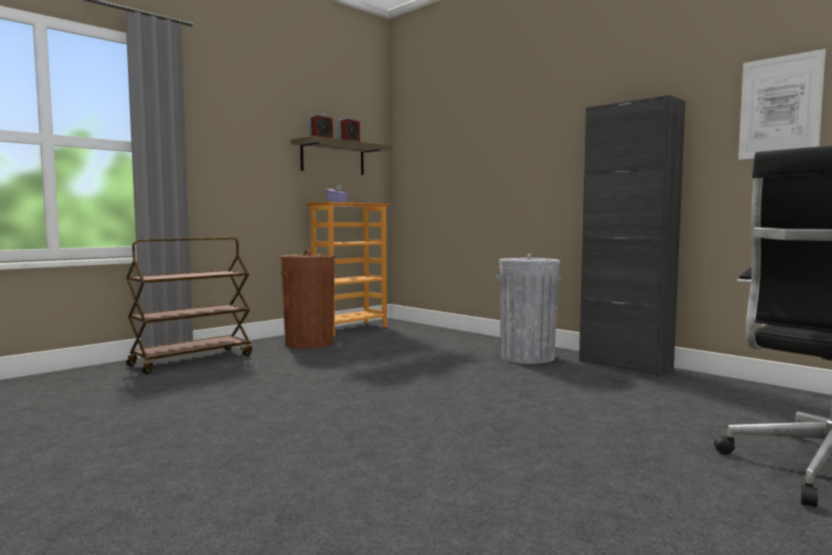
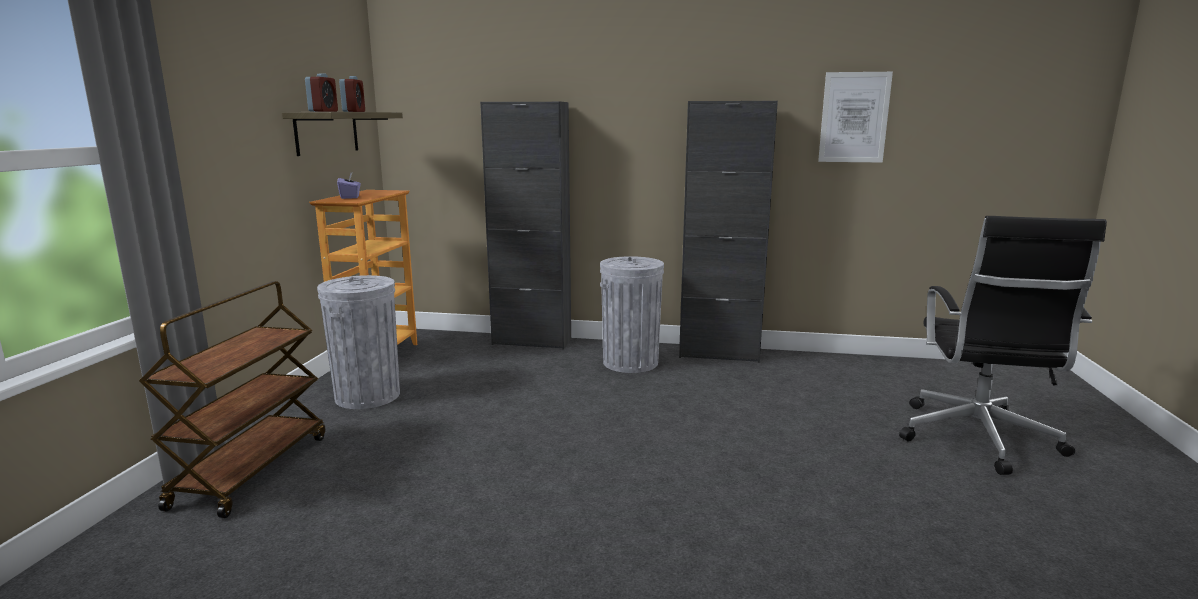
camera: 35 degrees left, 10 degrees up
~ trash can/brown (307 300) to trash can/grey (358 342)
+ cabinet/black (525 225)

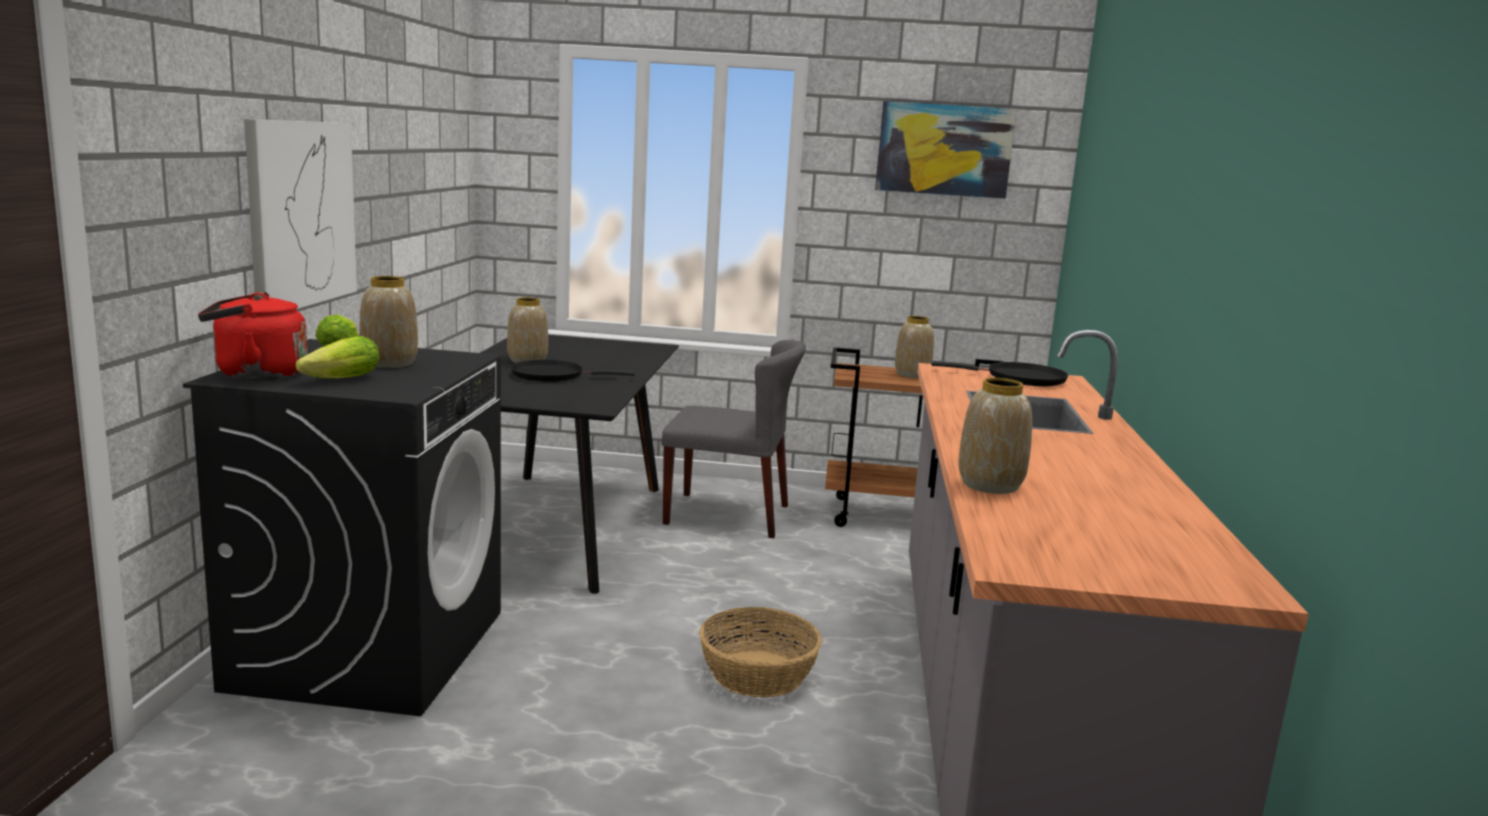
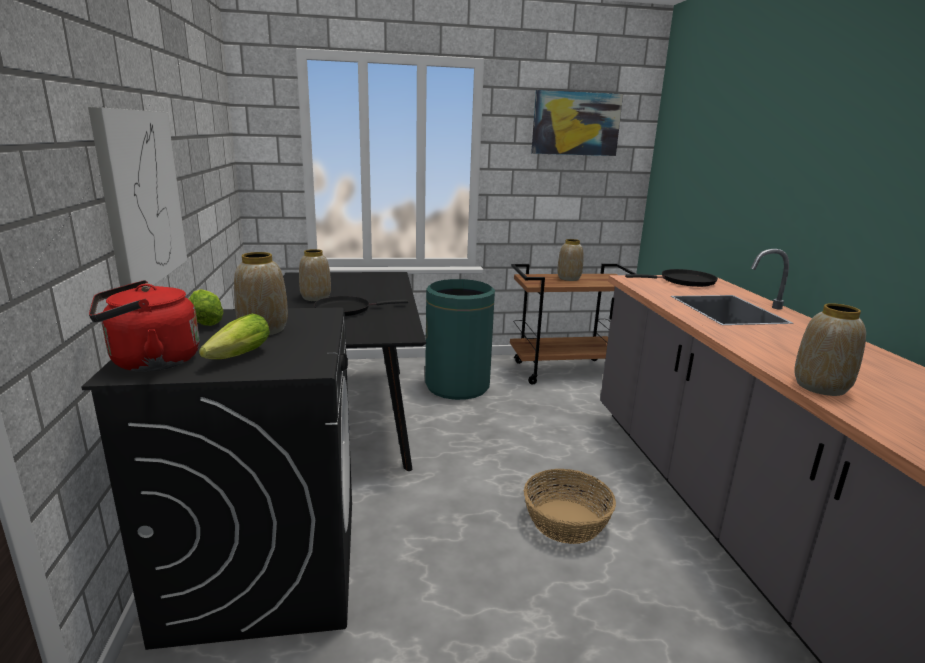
camera: 15 degrees left, 5 degrees up
~ chair/grey (734 439) to trash can/green (460 339)

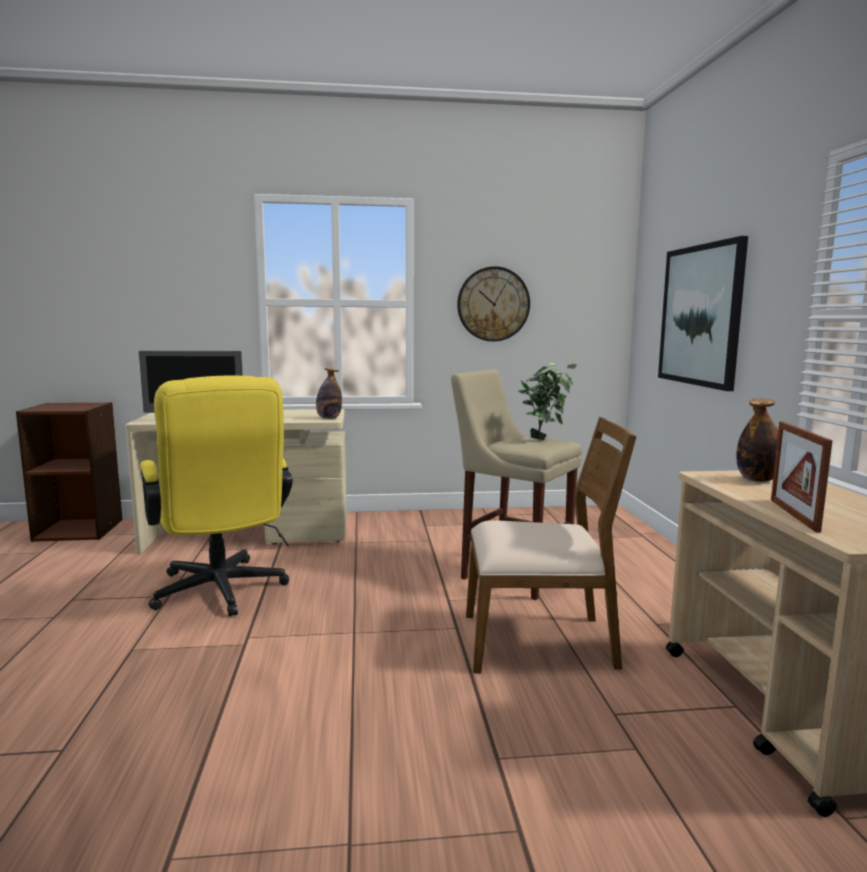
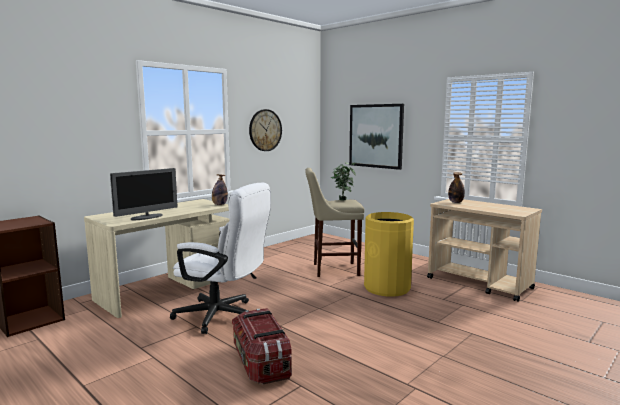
camera: 40 degrees left, 0 degrees up
~ office chair/yellow (216 496) to office chair/white (220 258)
+ storage box (262 346)
~ chair/brown (551 545) to trash can/yellow (389 254)
- picture frame (802 477)

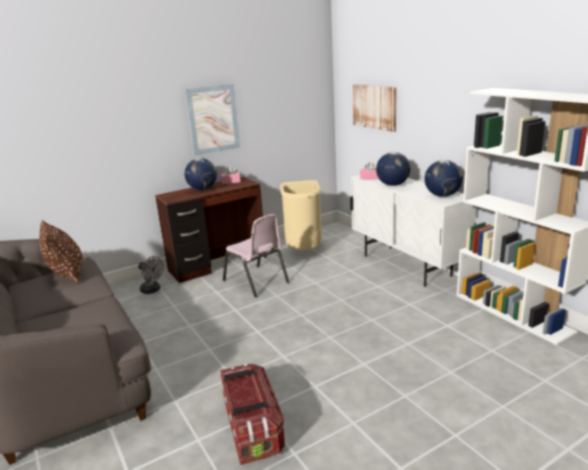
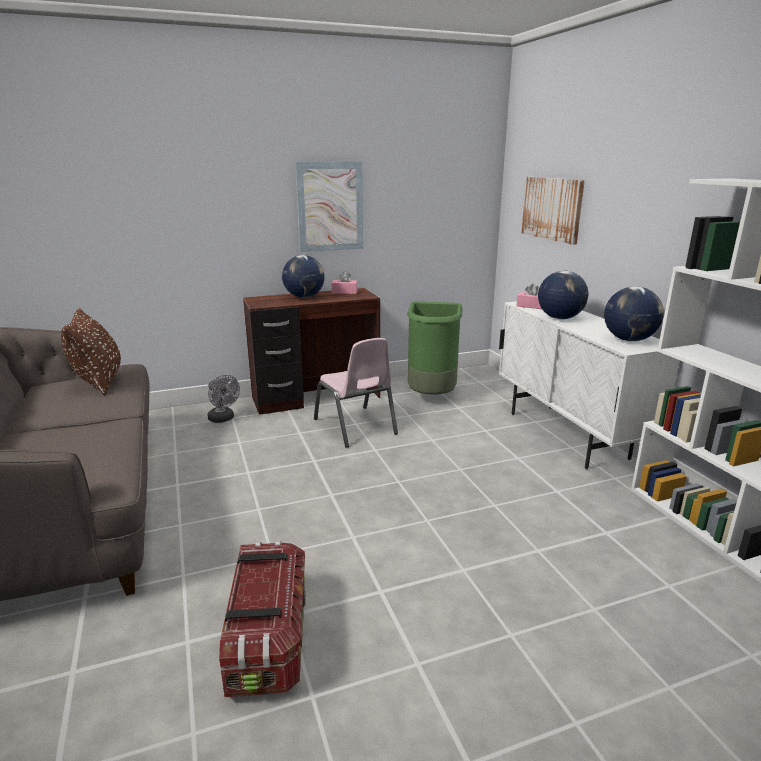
camera: 10 degrees right, 0 degrees up
~ trash can/beige (301 215) to trash can/green (434 348)

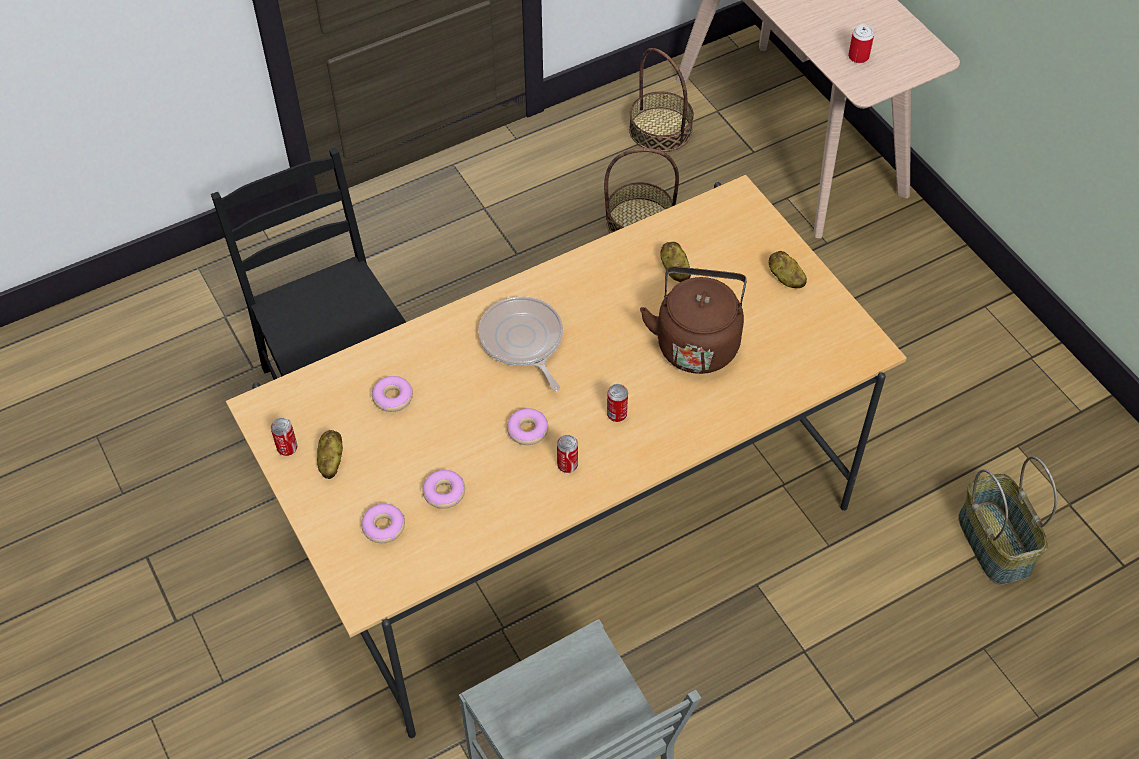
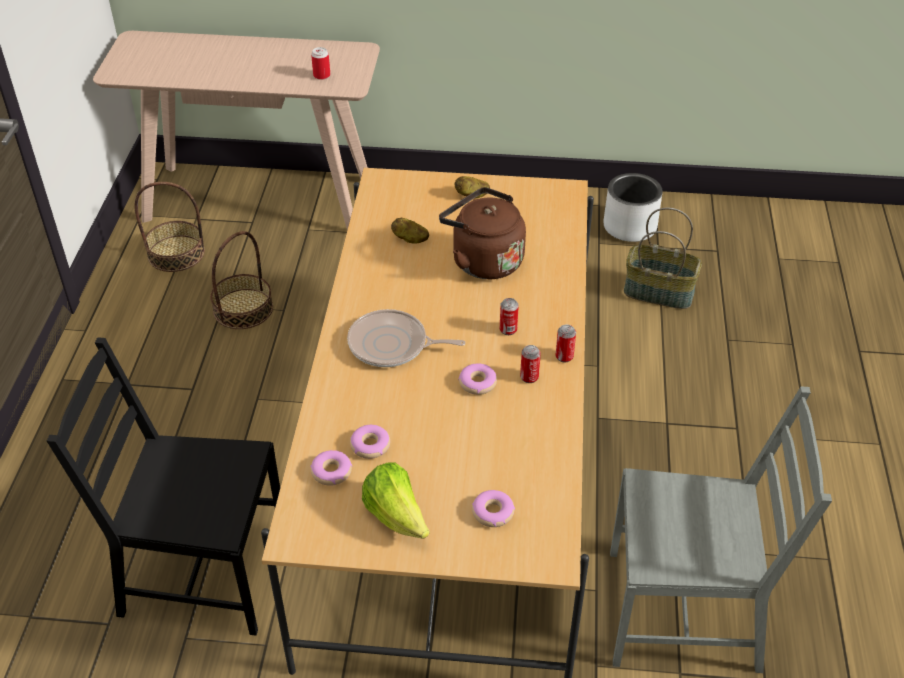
camera: 55 degrees left, 10 degrees down
~ donut (443 489) to (331 468)
~ potato (330 454) to lettuce (396 500)
~ can (284 437) to (565 343)
+ planter/grey (633 207)

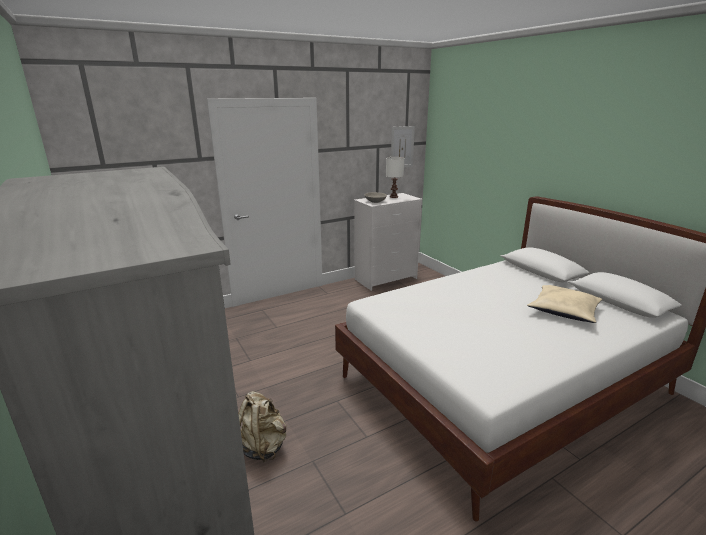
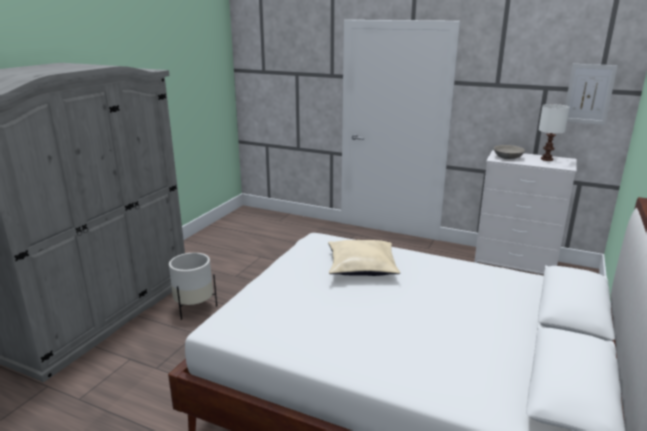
camera: 55 degrees right, 0 degrees up
~ backpack/beige (262 427) to planter/white (193 286)
~ pillow/beige (564 304) to (364 258)

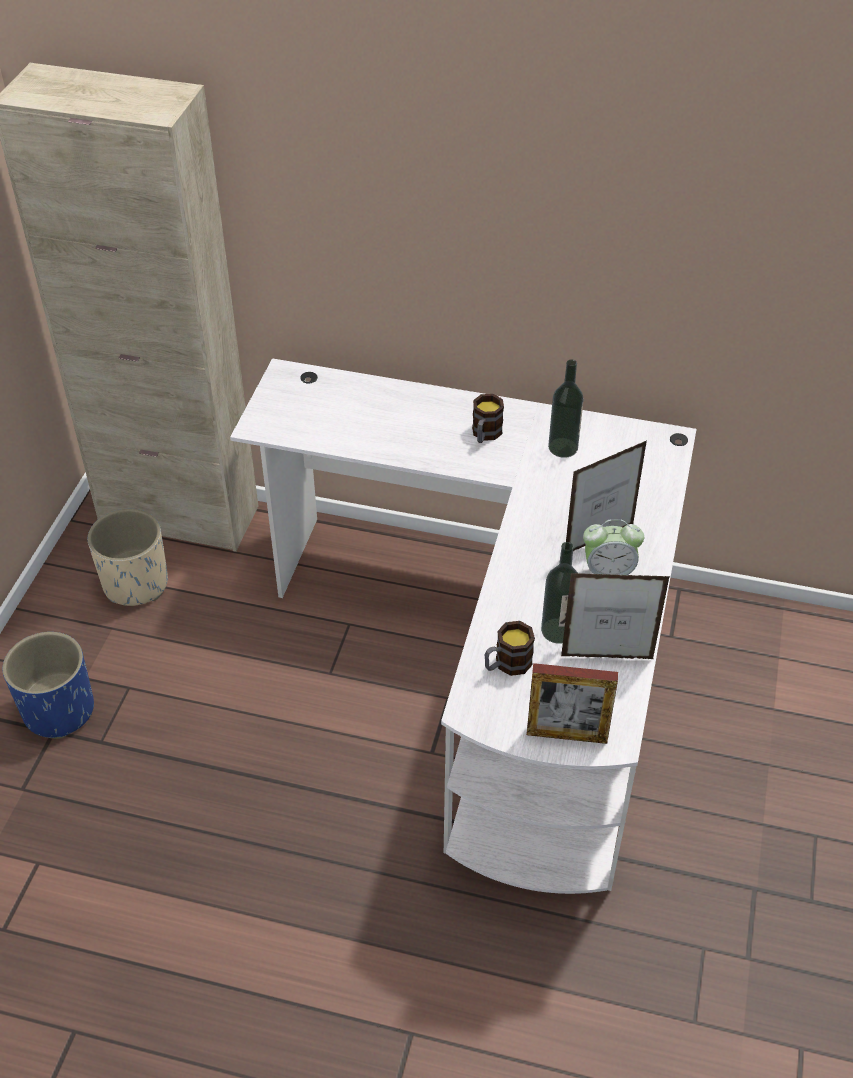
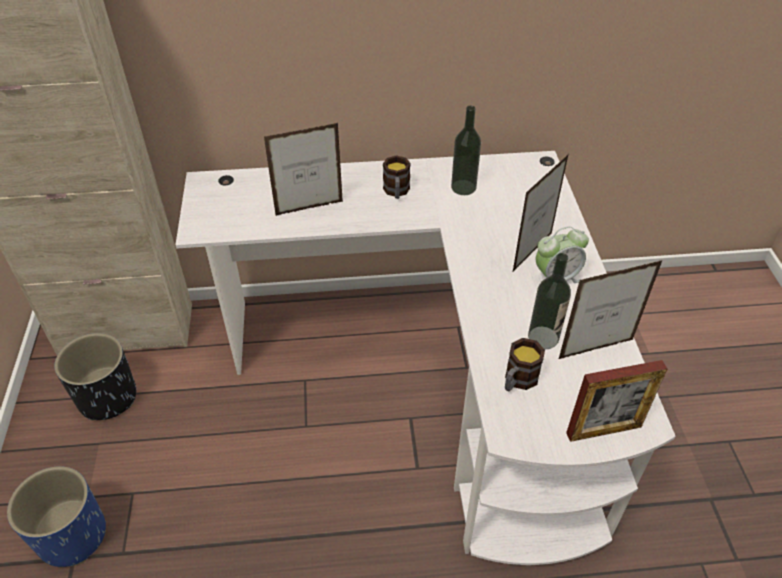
camera: 20 degrees left, 0 degrees up
~ planter/beige (128 557) to planter/black (95 377)
+ picture frame (303 169)

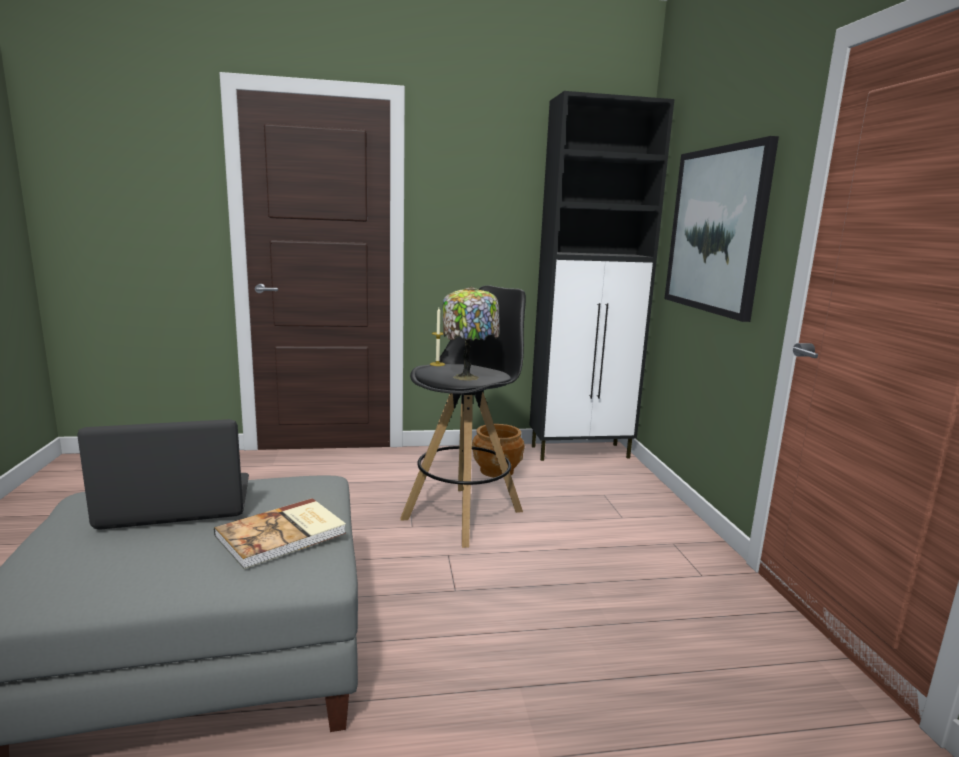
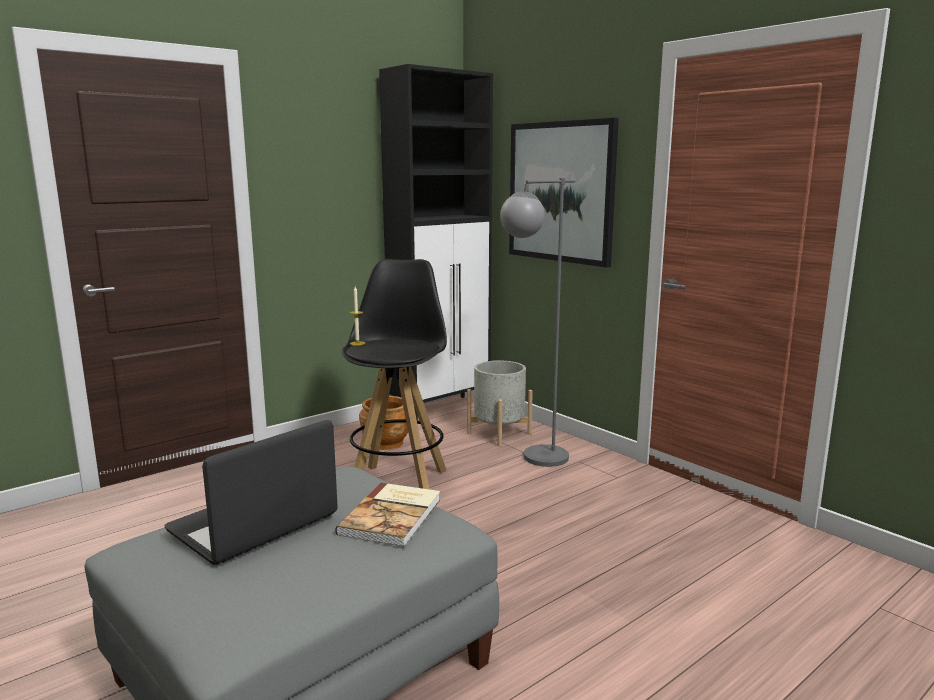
camera: 30 degrees left, 0 degrees up
+ planter/grey (500 403)
+ floor lamp/grey (538 322)
- table lamp (471 334)

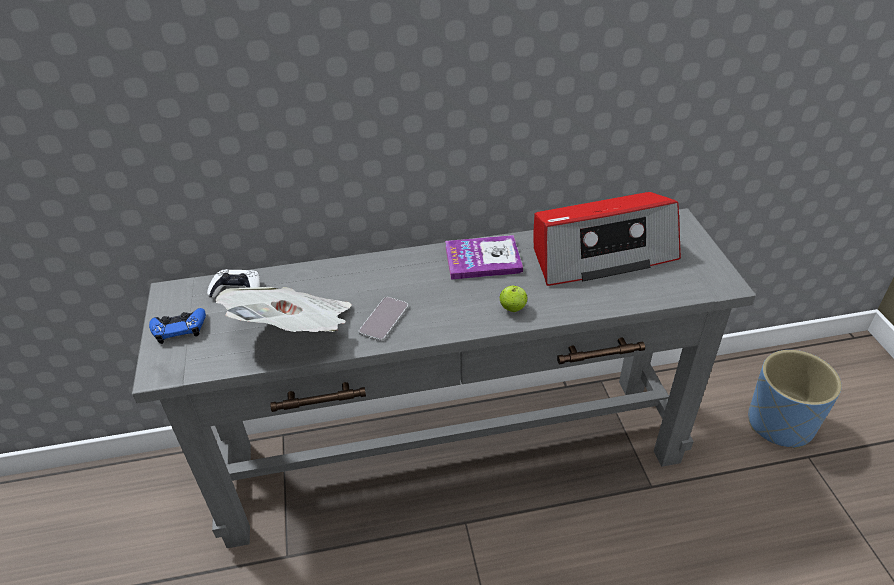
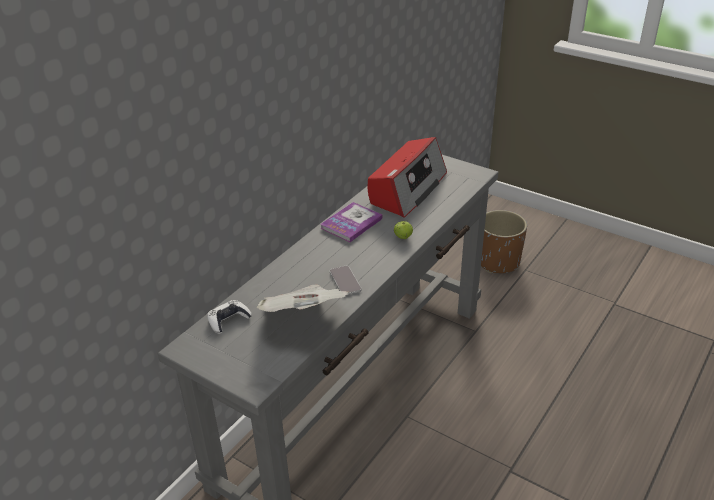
camera: 45 degrees left, 5 degrees down
~ planter/blue (795 399) to planter/brown (504 241)
- game controller/blue (177 326)

